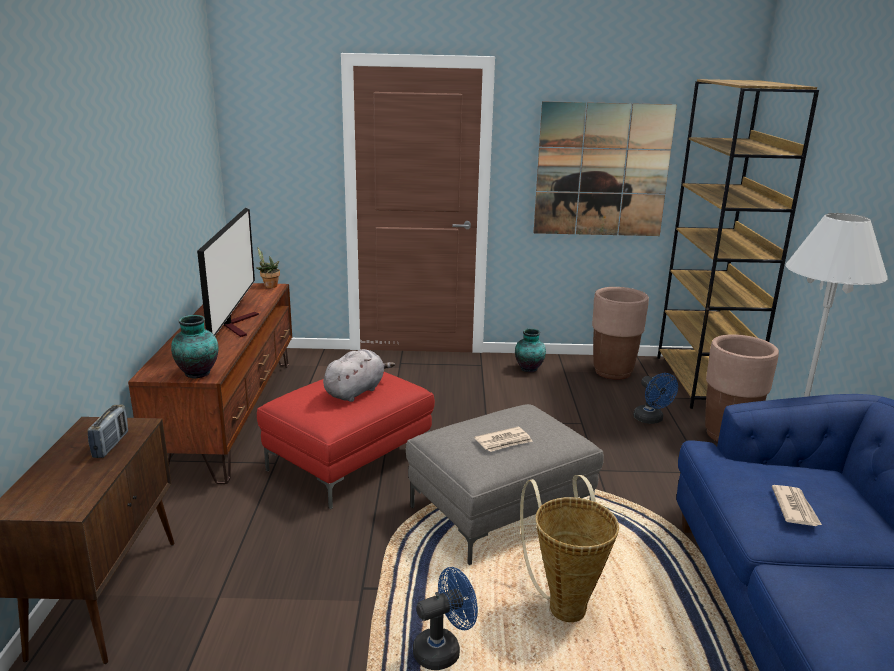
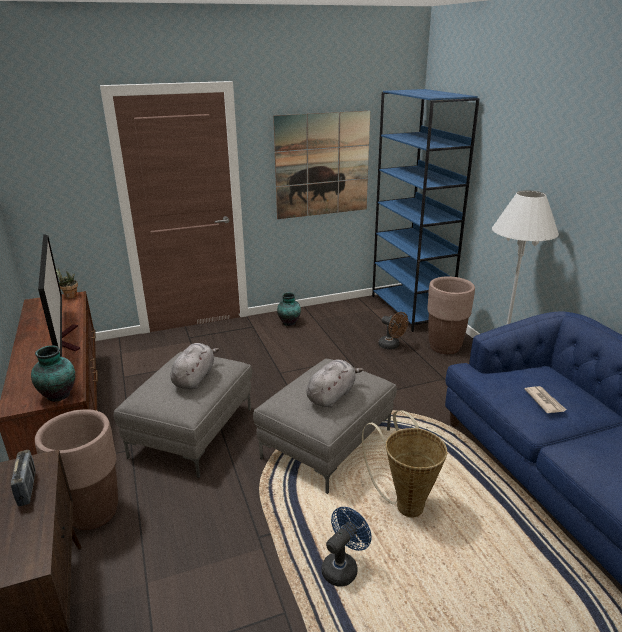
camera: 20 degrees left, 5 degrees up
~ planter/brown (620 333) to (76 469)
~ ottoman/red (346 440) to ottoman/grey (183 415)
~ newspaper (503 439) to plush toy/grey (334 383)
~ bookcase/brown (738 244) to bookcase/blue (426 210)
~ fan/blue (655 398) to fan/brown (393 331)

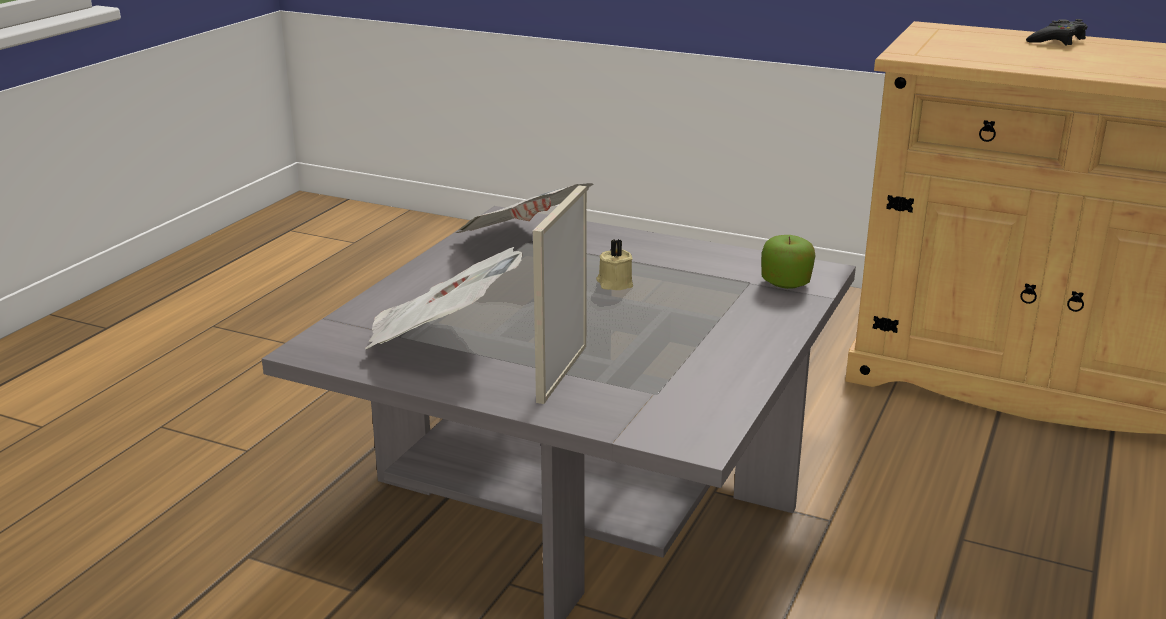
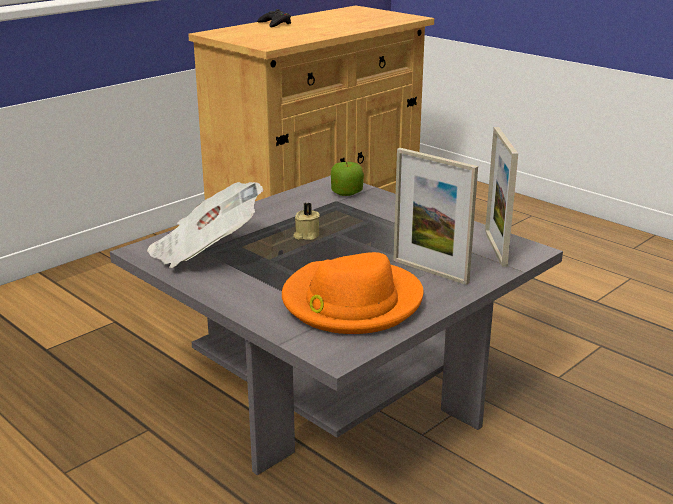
camera: 70 degrees left, 0 degrees up
~ newspaper (444 298) to hat/orange (353 293)
+ picture frame (501 197)

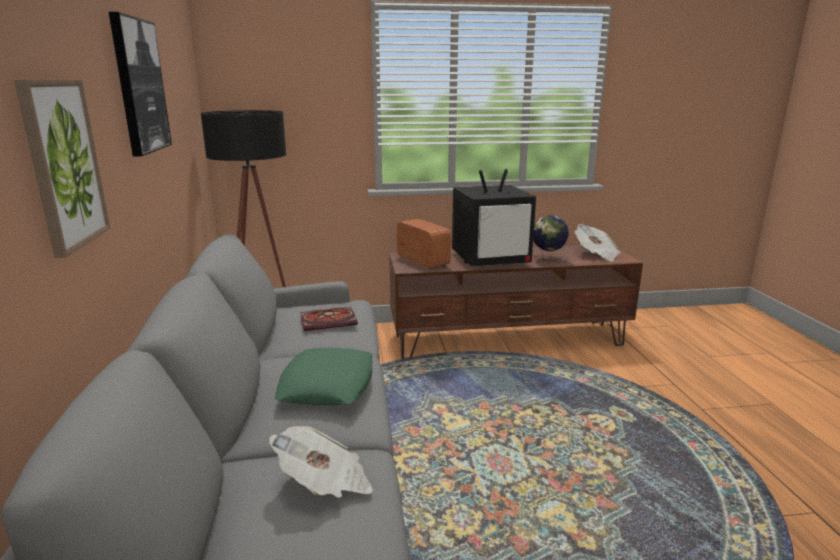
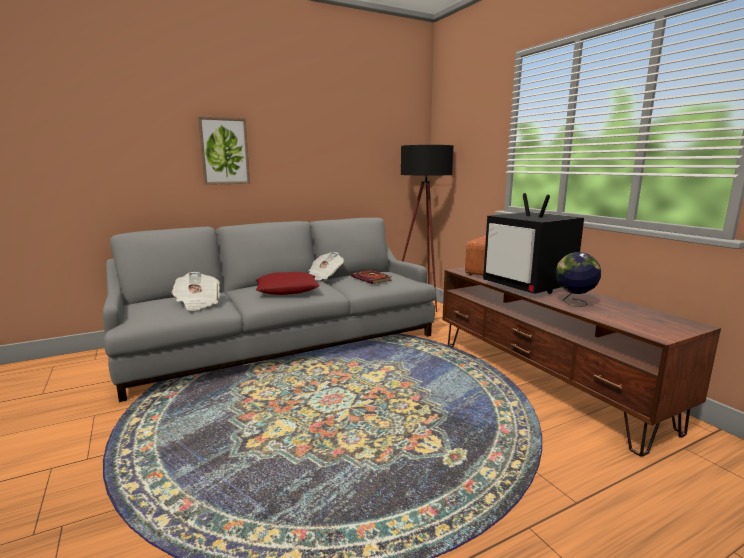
camera: 70 degrees right, 5 degrees down
~ pillow/green (324 376) to pillow/red (288 283)
~ newspaper (598 242) to (326 266)
- picture (140 84)

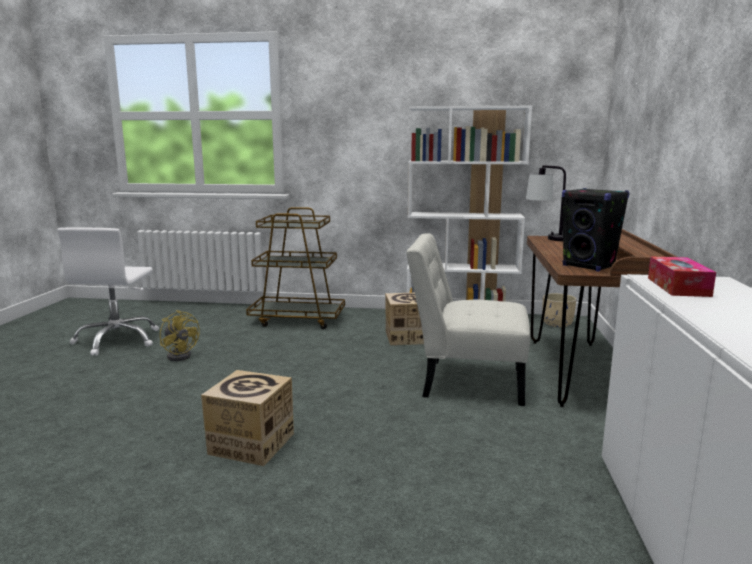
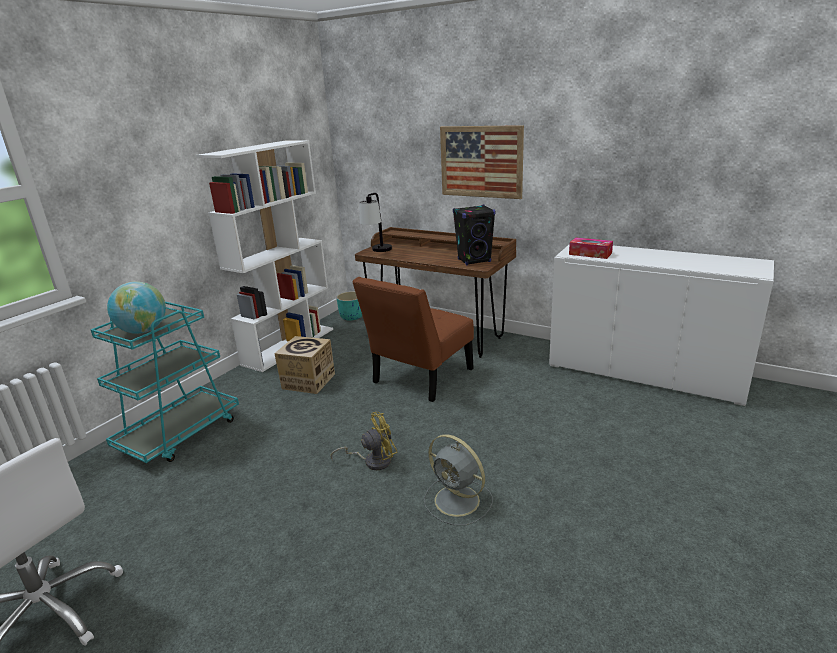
camera: 65 degrees left, 10 degrees up
~ cart/brown (295 268) to cart/turquoise (165 382)
+ globe (136 307)
~ fan/yellow (180 335) to (364 441)
~ planter/beige (559 310) to planter/turquoise (349 306)
~ chair/white (468 319) to chair/brown (413 339)
~ cardboard box (247 418) to fan/grey (458 479)
+ picture (482 162)

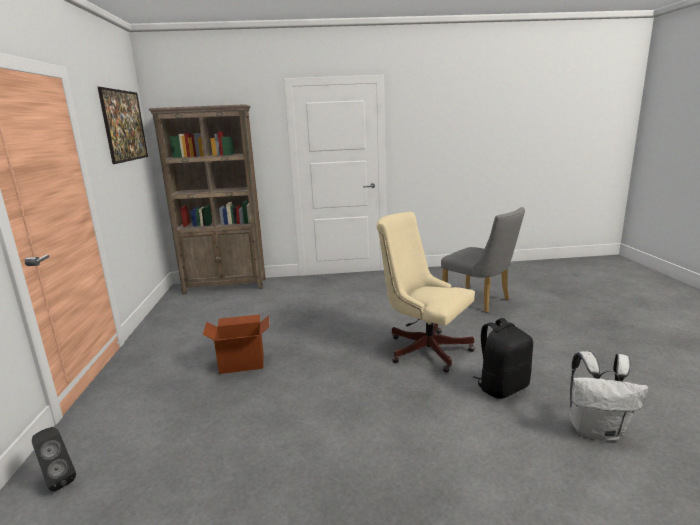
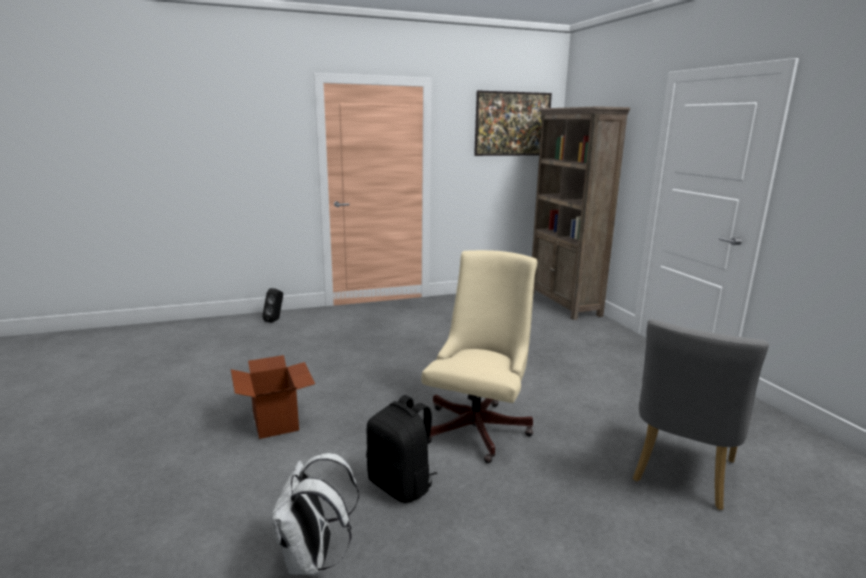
camera: 75 degrees right, 0 degrees up
~ cardboard box (236 344) to (273 397)

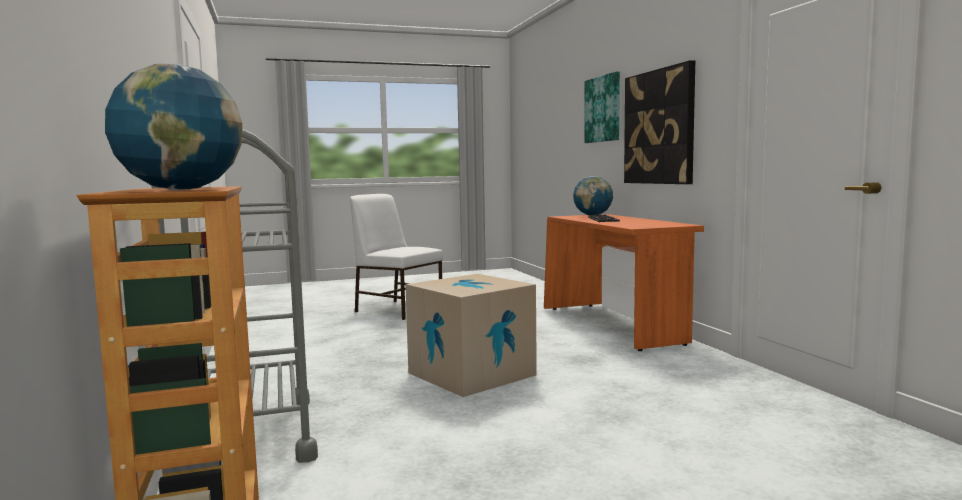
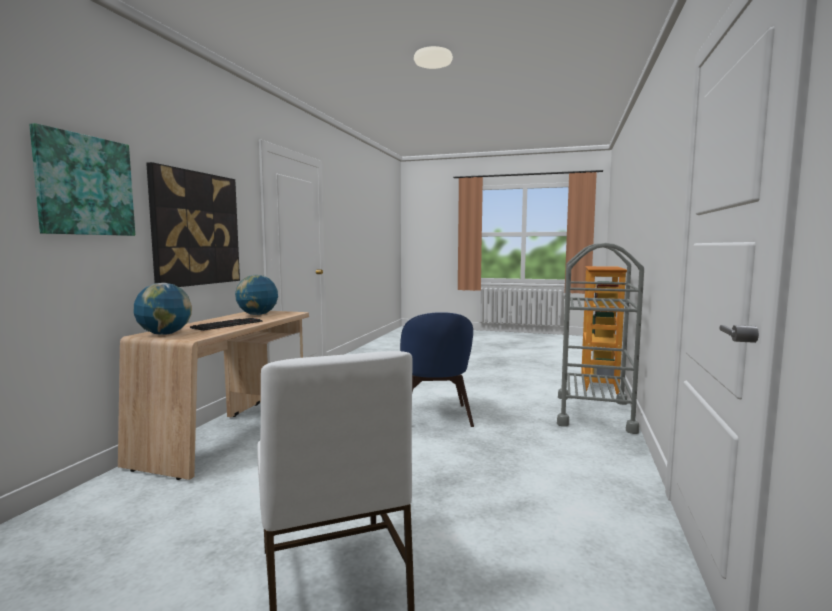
camera: 145 degrees left, 0 degrees up
~ desk/orange (624 282) to desk/beige (213 395)
~ globe (173 127) to (256 295)
~ cardboard box (471 335) to chair/blue (437 369)

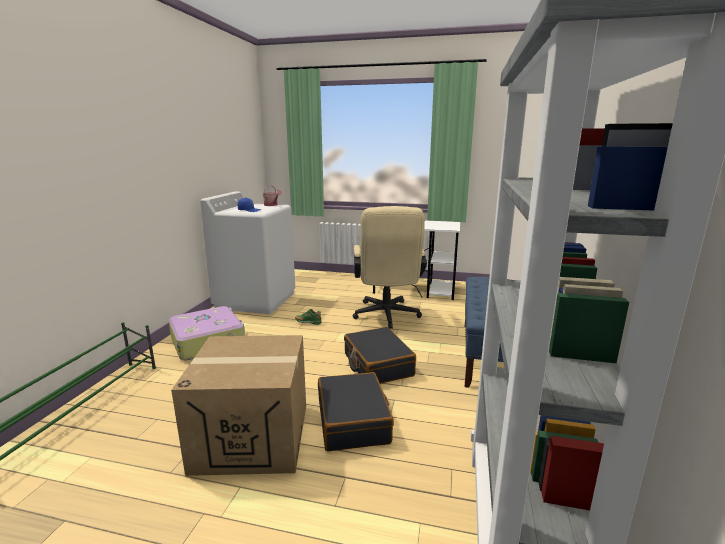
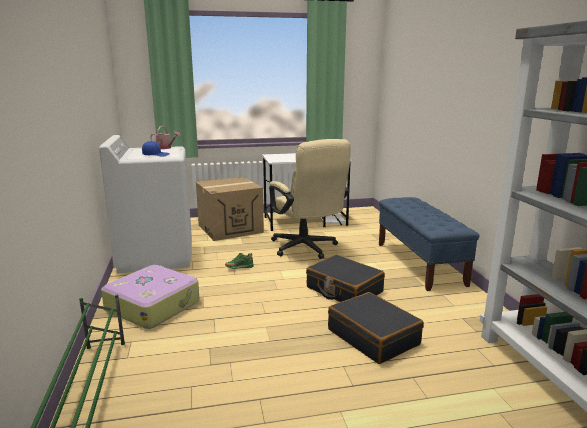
camera: 25 degrees left, 0 degrees up
~ cardboard box (238 405) to (230 209)

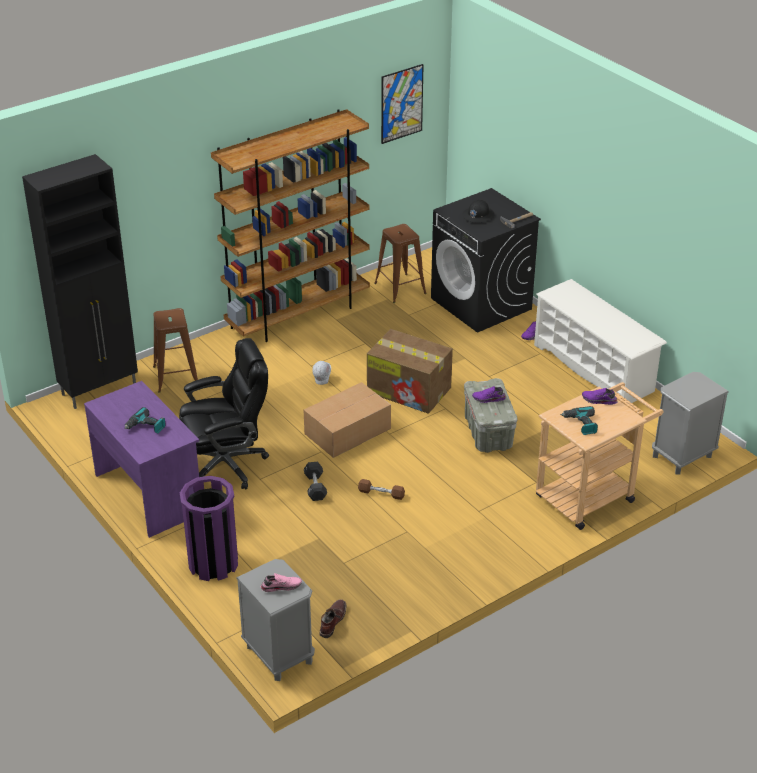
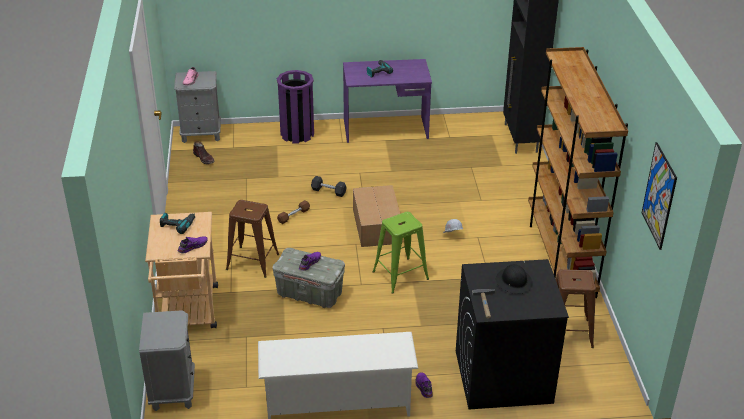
camera: 120 degrees right, 0 degrees up
~ stool/brown (175 350) to (252 239)
~ cardboard box (410 371) to stool/green (400 253)
- office chair/black (224 413)

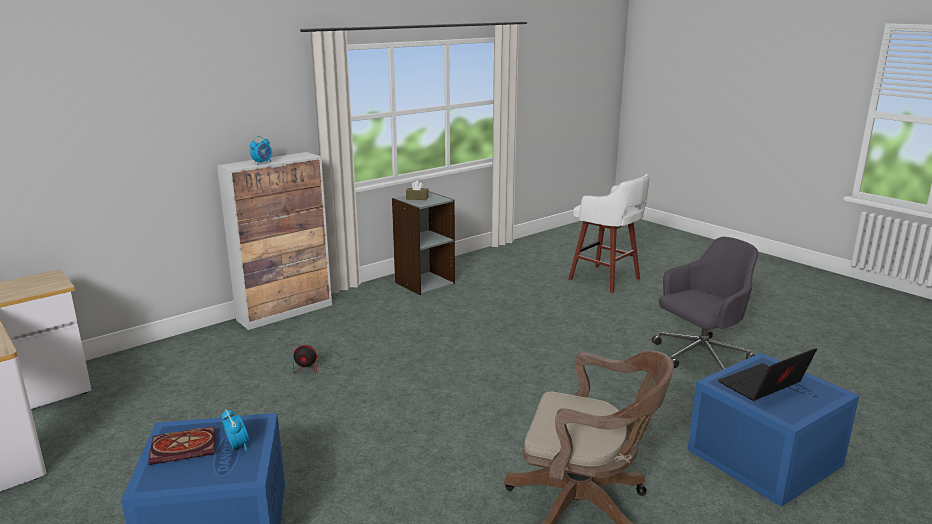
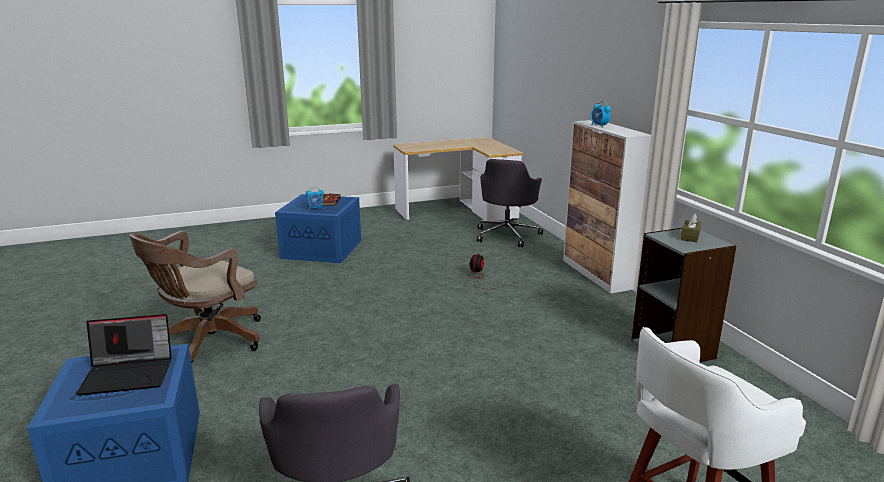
camera: 110 degrees right, 0 degrees up
~ laptop (767 374) = (124 355) 90 degrees clockwise
+ office chair/grey (510 203)

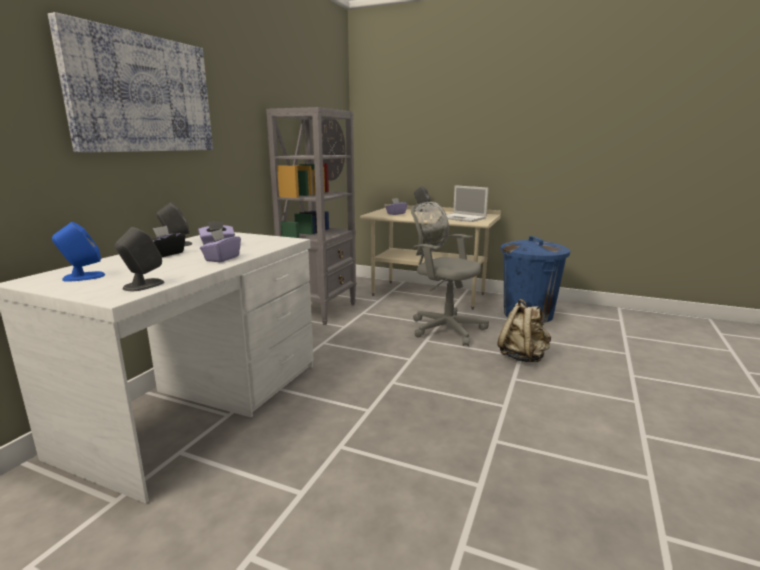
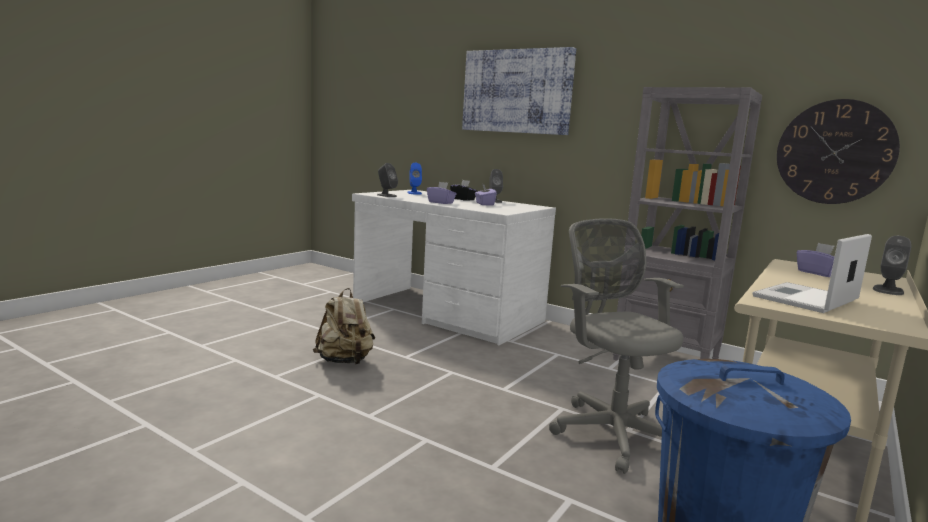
camera: 100 degrees right, 5 degrees down
~ backpack/beige (524 330) to (344 326)
~ office chair/grey (450 274) = (616 346) 75 degrees counterclockwise

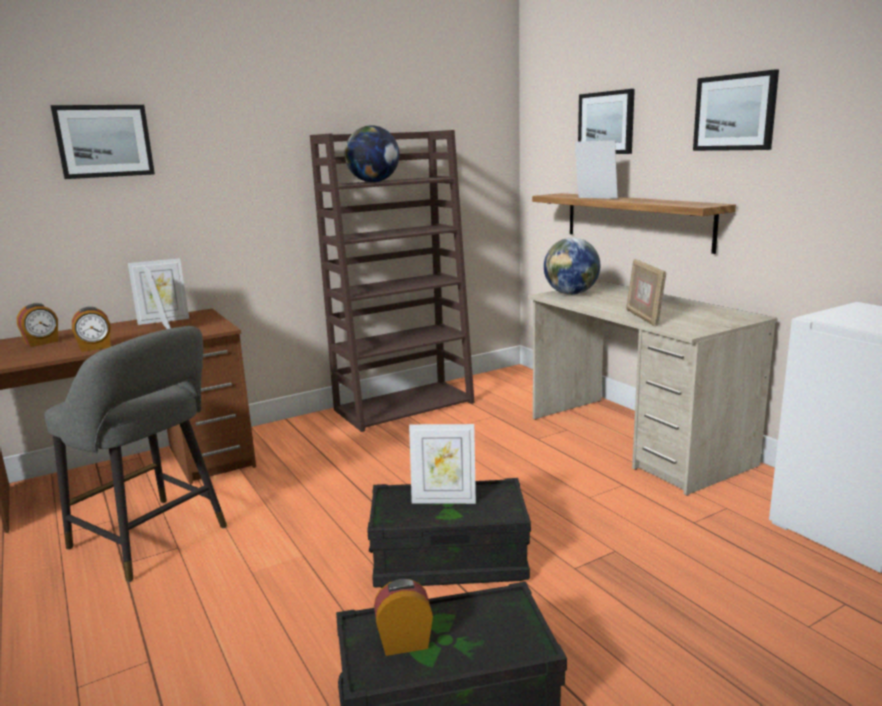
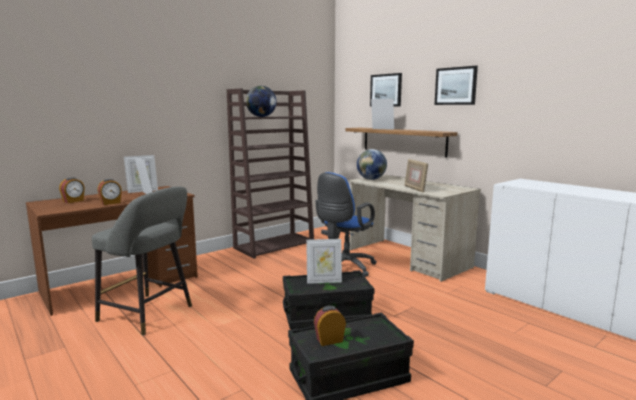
camera: 10 degrees left, 5 degrees down
+ office chair/blue (346 224)
- picture (103 142)

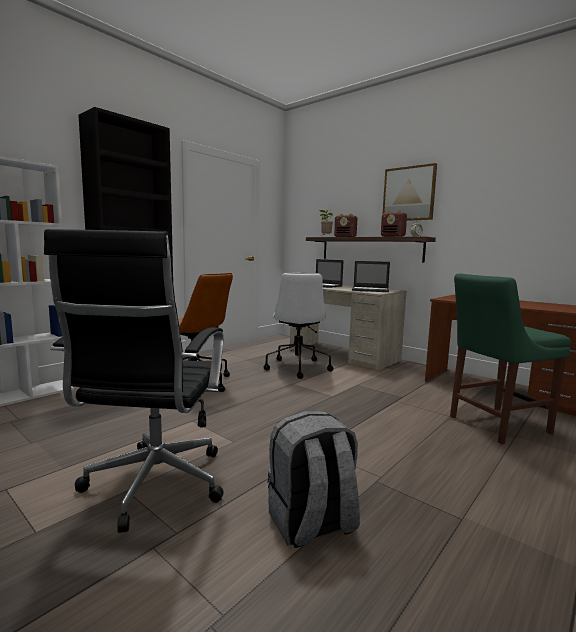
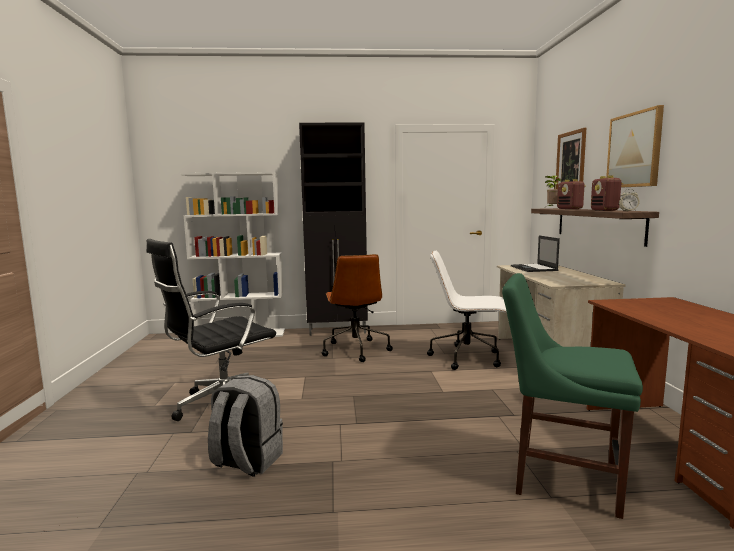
camera: 45 degrees right, 0 degrees up
~ office chair/white (298 325) = (467 310) 60 degrees clockwise
+ picture (570 158)
- laptop (371 276)

